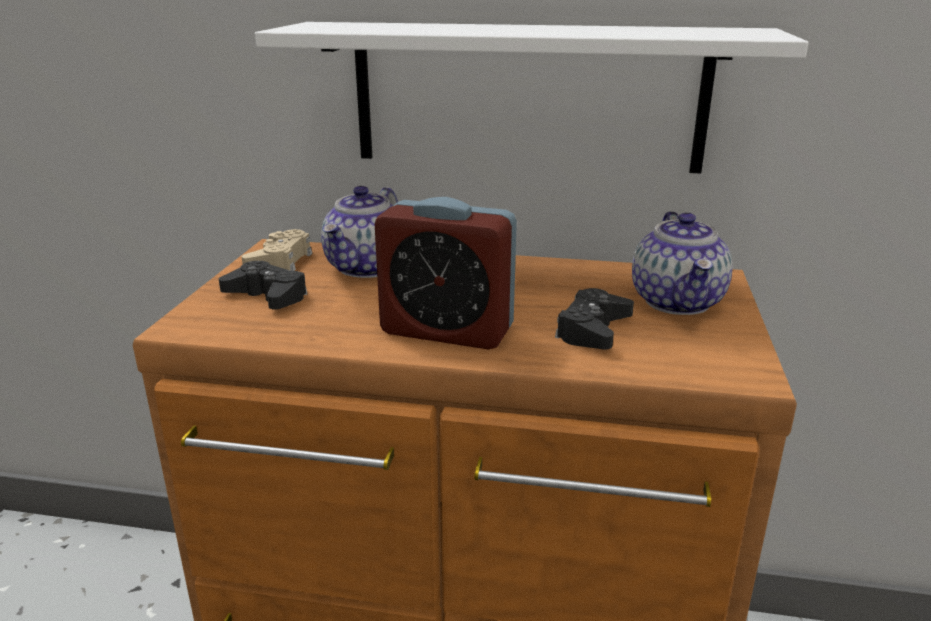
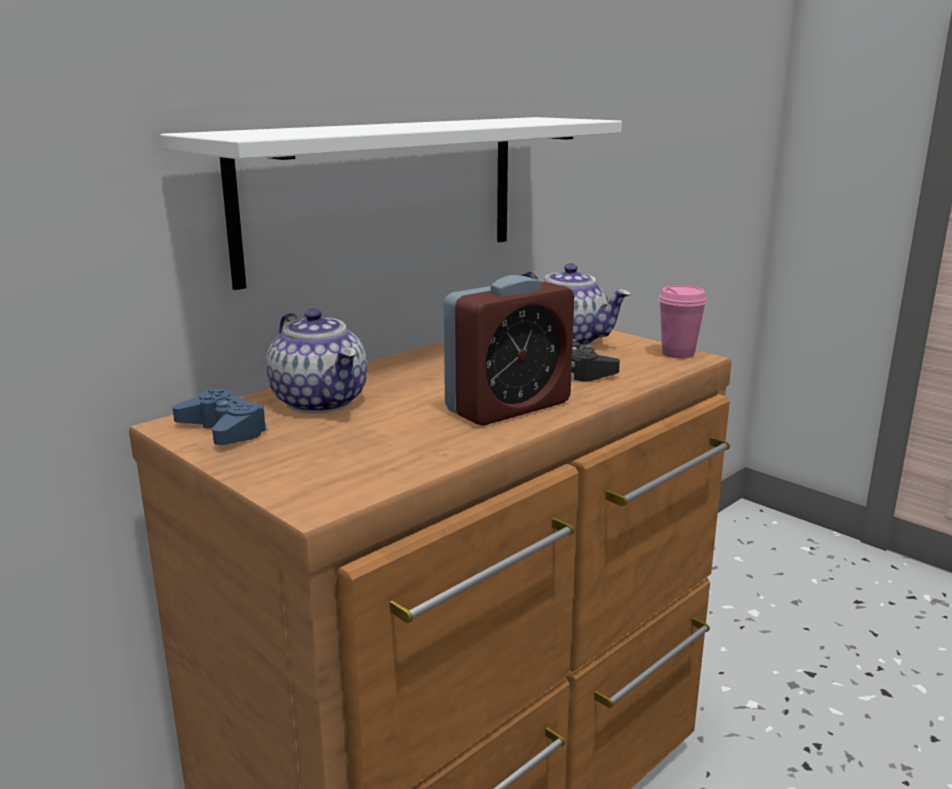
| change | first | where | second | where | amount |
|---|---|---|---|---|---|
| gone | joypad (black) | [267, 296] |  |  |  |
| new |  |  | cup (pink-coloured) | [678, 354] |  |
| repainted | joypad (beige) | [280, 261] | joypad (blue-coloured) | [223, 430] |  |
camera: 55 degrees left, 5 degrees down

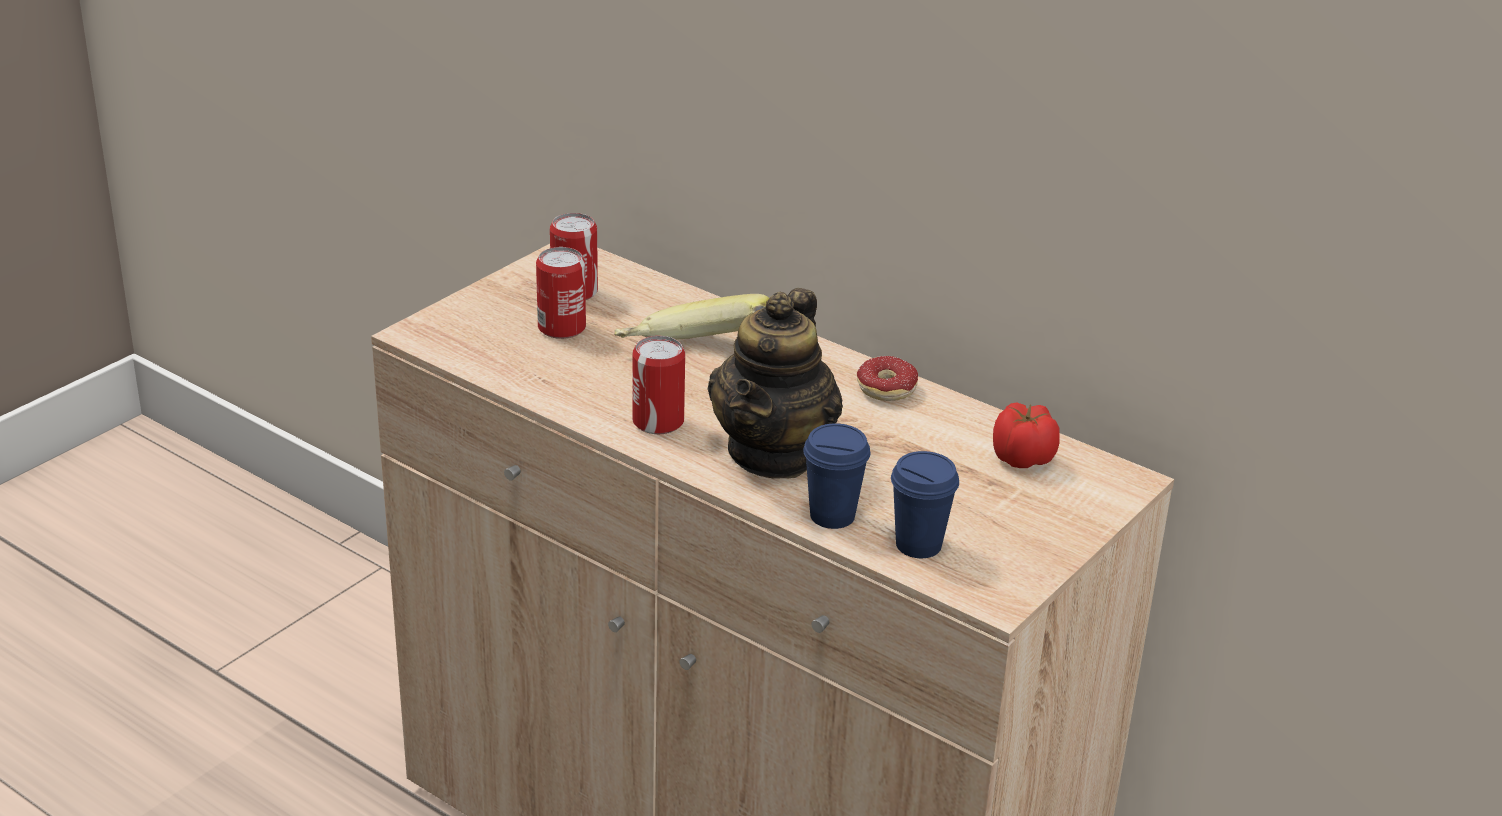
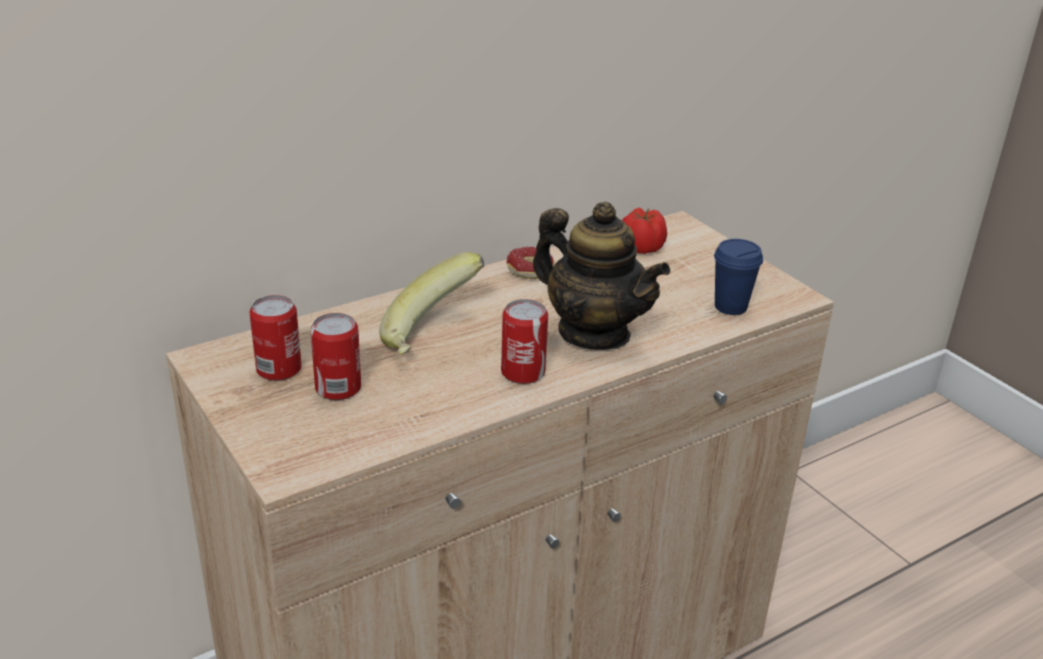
| change | first | where | second | where | amount |
|---|---|---|---|---|---|
| gone | cup (blue-coloured) | [832, 516] |  |  |  |
camera: 70 degrees left, 0 degrees up

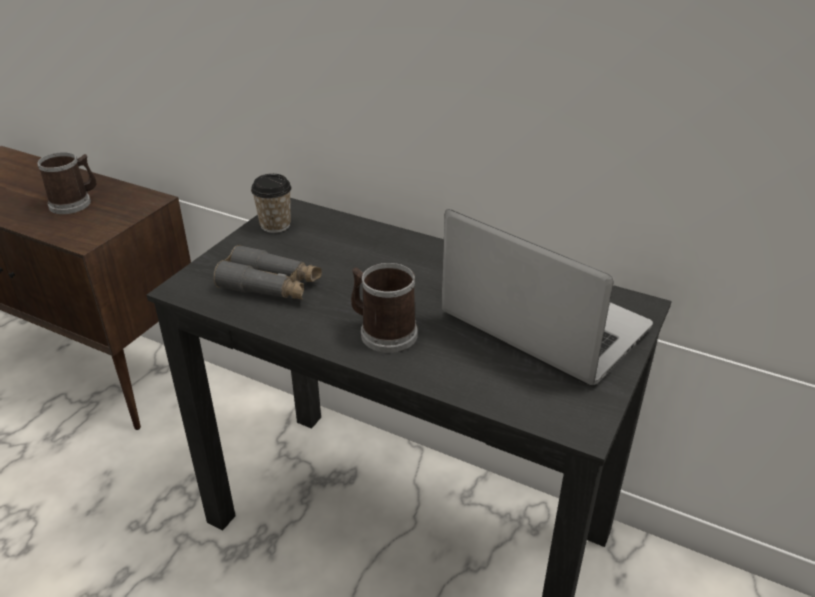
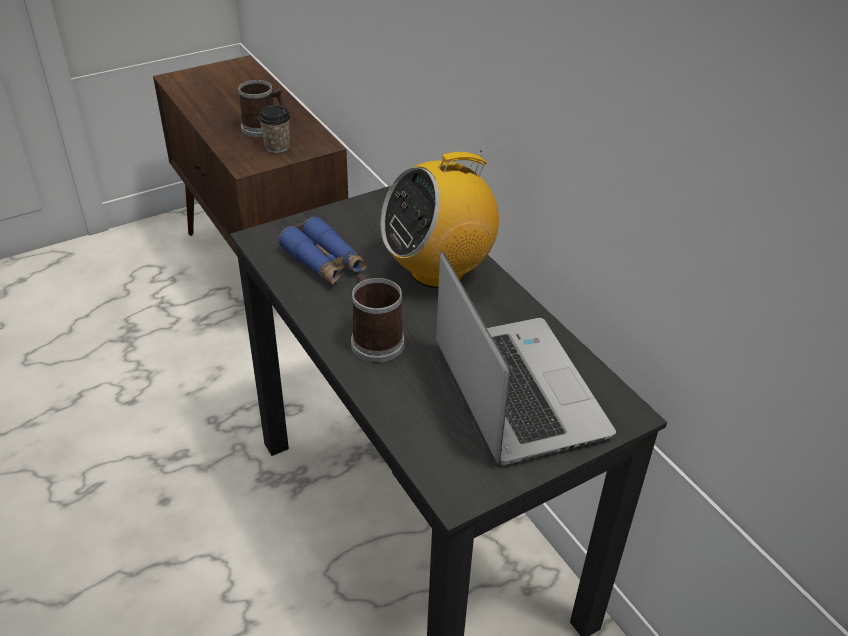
| change | first | where | second | where | amount |
|---|---|---|---|---|---|
| new |  |  | radio receiver | [438, 270] |  |
| shifted | cup | [275, 225] |  | [277, 147] |  |
| repainted | binoculars (grey) | [270, 285] | binoculars (blue-coloured) | [324, 262] |  |
camera: 30 degrees right, 5 degrees up

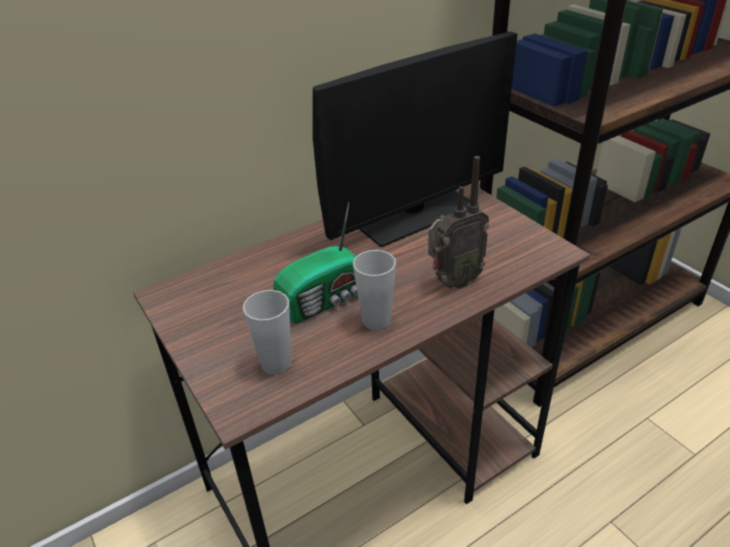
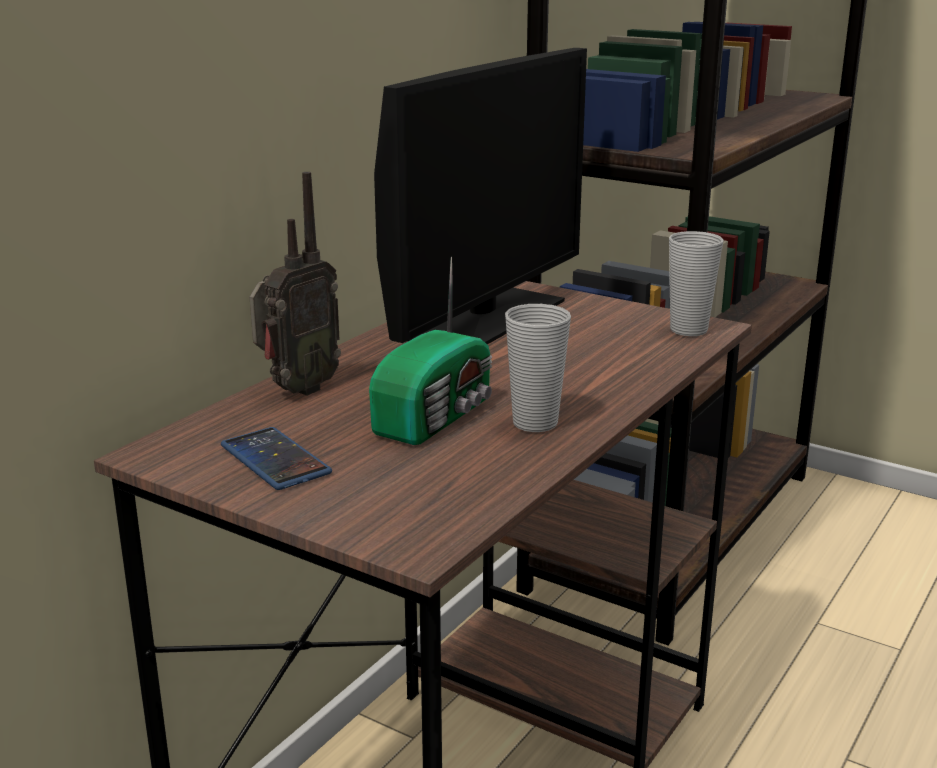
| change | first | where | second | where | amount |
|---|---|---|---|---|---|
| new |  |  | phone | [275, 460] |  |
| shifted | cup | [276, 364] |  | [688, 330] |  |
| shifted | radio receiver | [453, 282] |  | [297, 390] |  |
camera: 25 degrees left, 15 degrees down

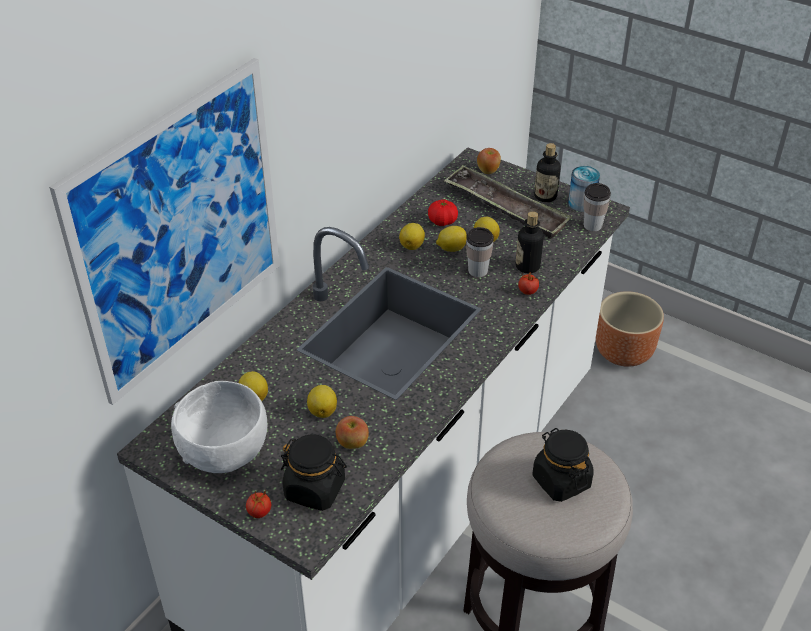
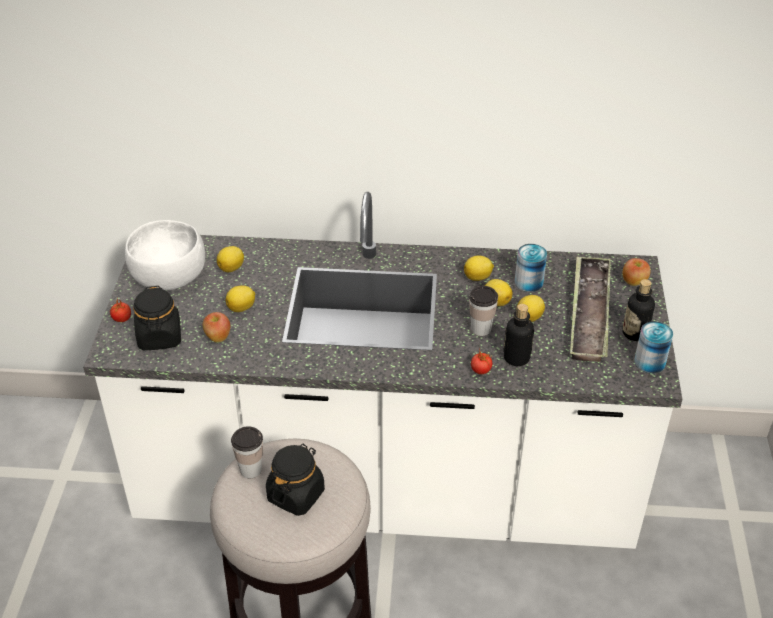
| change | first | where | second | where | amount |
|---|---|---|---|---|---|
| gone | wall art | [180, 231] |  |  |  |
| gone | flower pot (brown) | [624, 353] |  |  |  |
| shifted | cup | [592, 225] |  | [251, 469] |  |
| swapped | fresh tomato | [442, 221] | sealed can | [528, 282] |  |
camera: 60 degrees right, 0 degrees up

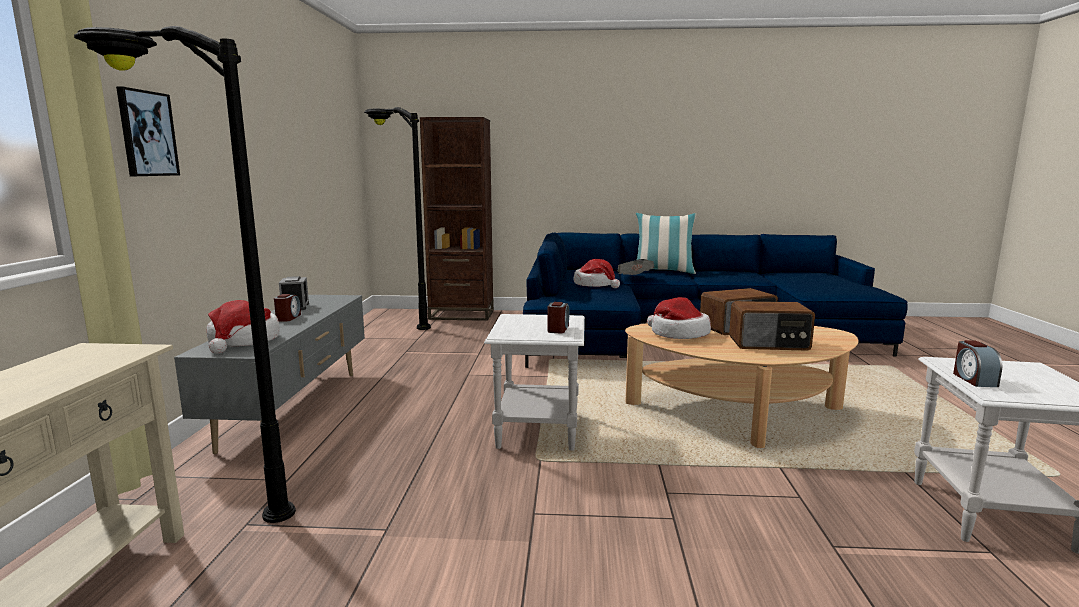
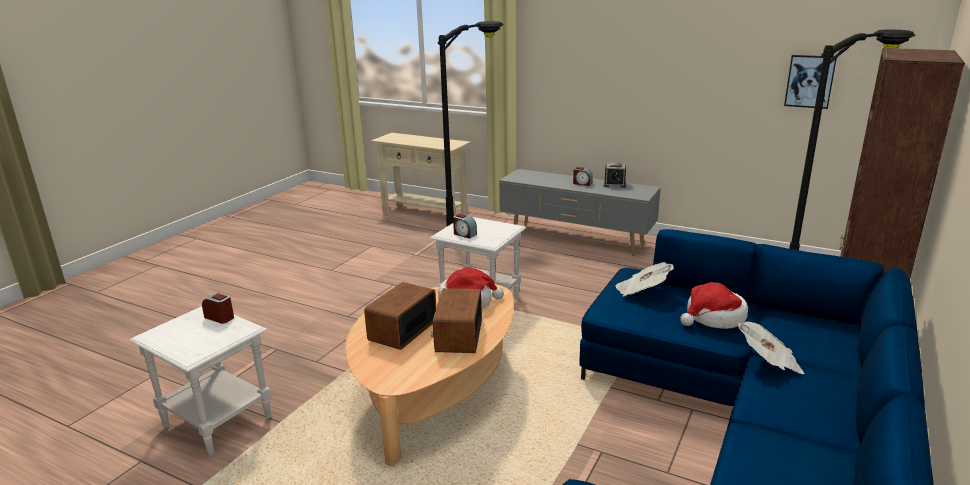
| change | first | where | second | where | amount |
|---|---|---|---|---|---|
| gone | clothing hat | [243, 341] |  |  |  |
| gone | throw pillow | [663, 271] |  |  |  |
| new |  |  | newspaper | [641, 292] |  |
| shifted | wall art | [147, 134] |  | [810, 81] |  |
camera: 115 degrees right, 10 degrees up

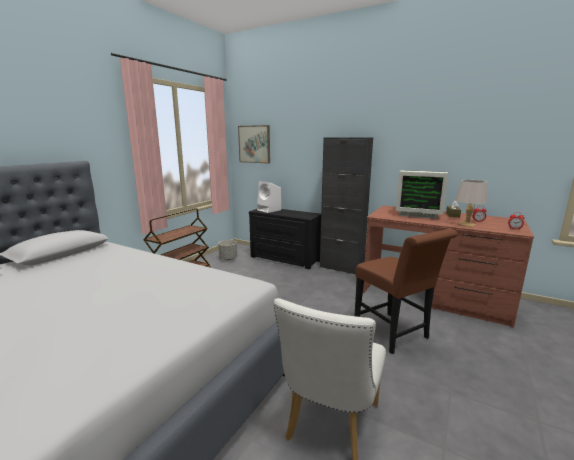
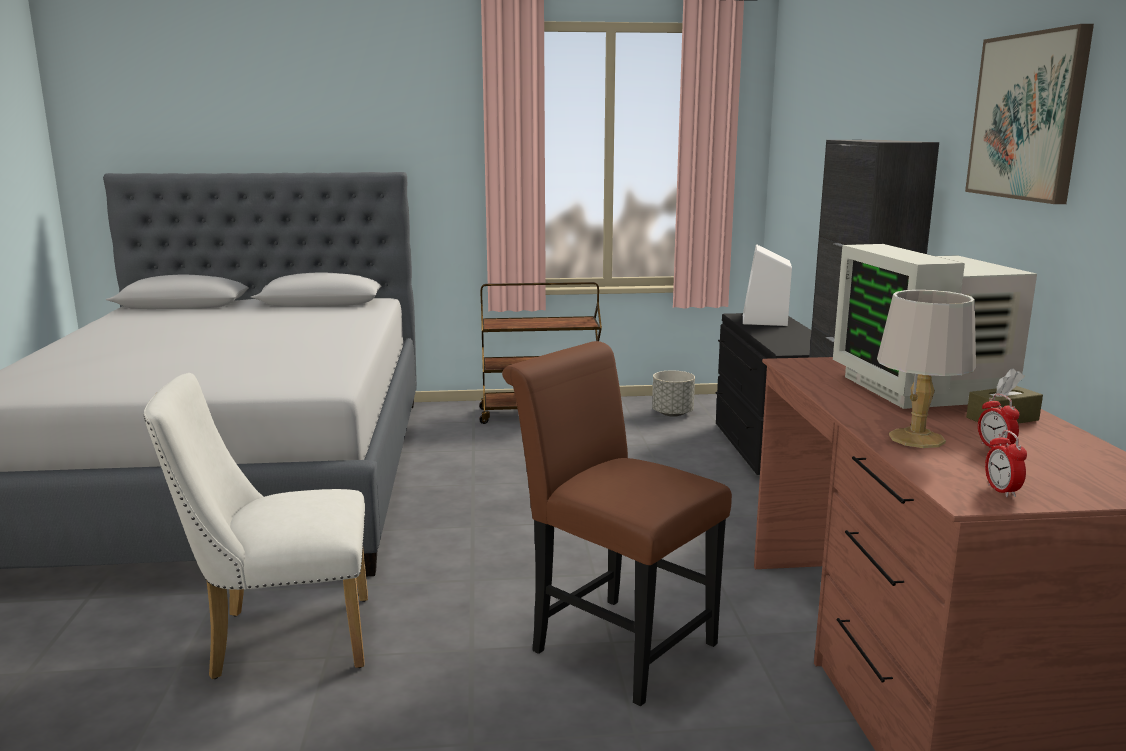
| change | first | where | second | where | amount |
|---|---|---|---|---|---|
| shifted | wall art | [254, 144] |  | [1028, 116] |  |
| rotated | chair (brown) | [394, 335] |  | [613, 642] | 105 degrees clockwise |
camera: 55 degrees right, 0 degrees up

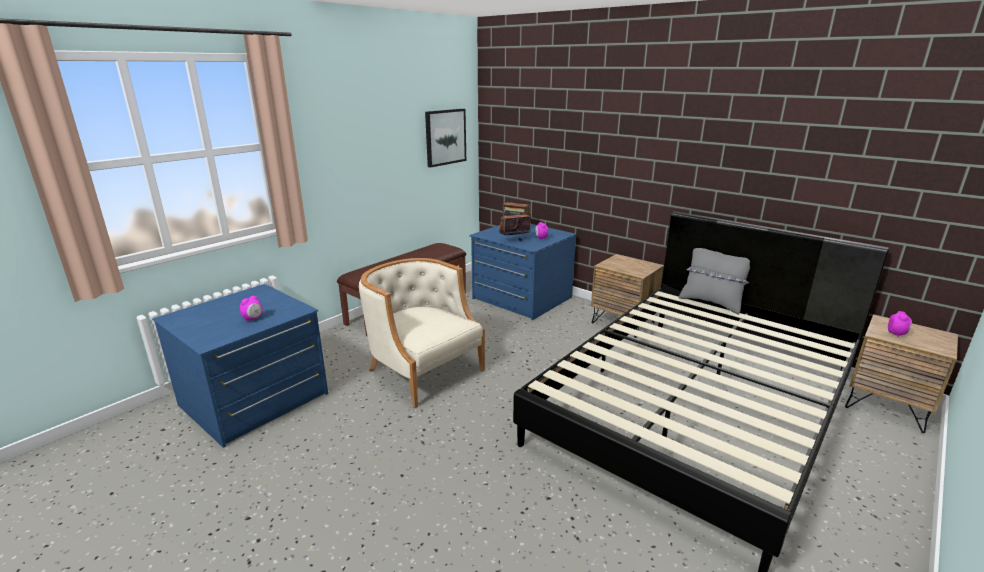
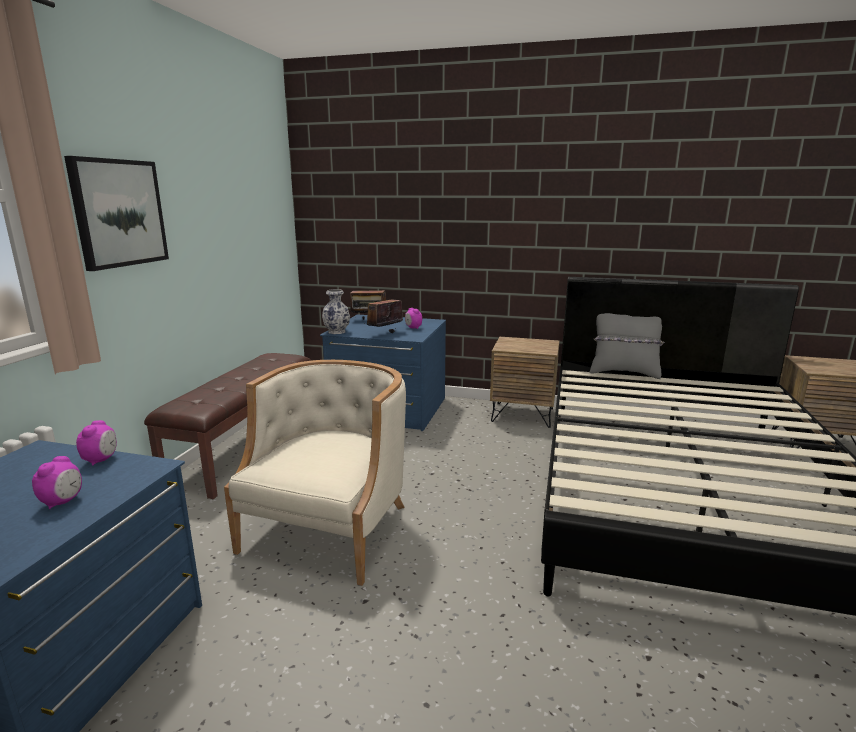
| change | first | where | second | where | amount |
|---|---|---|---|---|---|
| new |  |  | vase | [336, 332] |  |
| shifted | wall art | [445, 137] |  | [119, 213] |  |
| shifted | alarm clock | [896, 334] |  | [101, 460] |  |
| rotated | armchair (beige) | [422, 370] |  | [331, 527] | 90 degrees clockwise |
camera: 25 degrees left, 5 degrees down

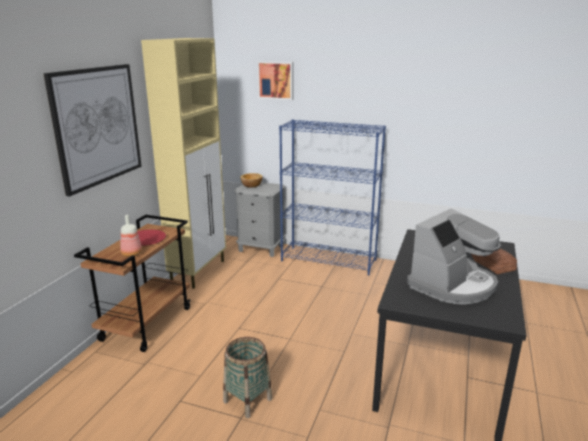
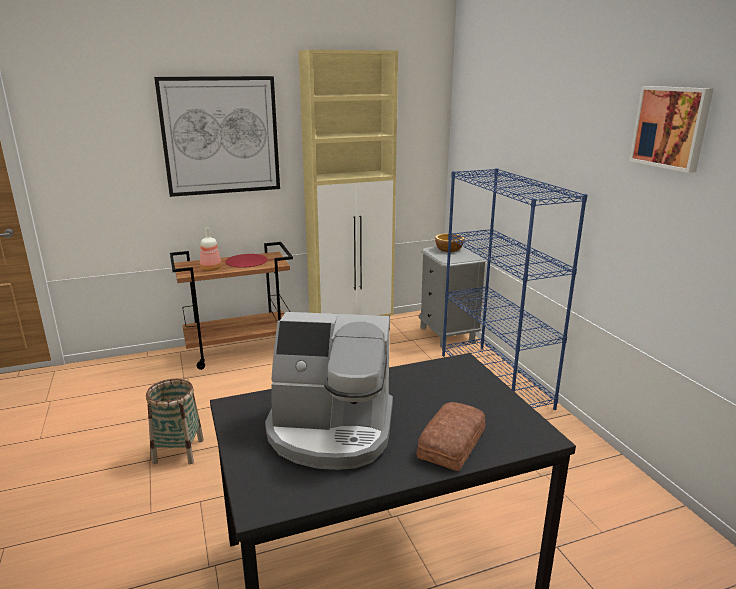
| change | first | where | second | where | amount |
|---|---|---|---|---|---|
| shifted | wall art | [276, 80] |  | [671, 127] |  |
camera: 50 degrees right, 0 degrees up

